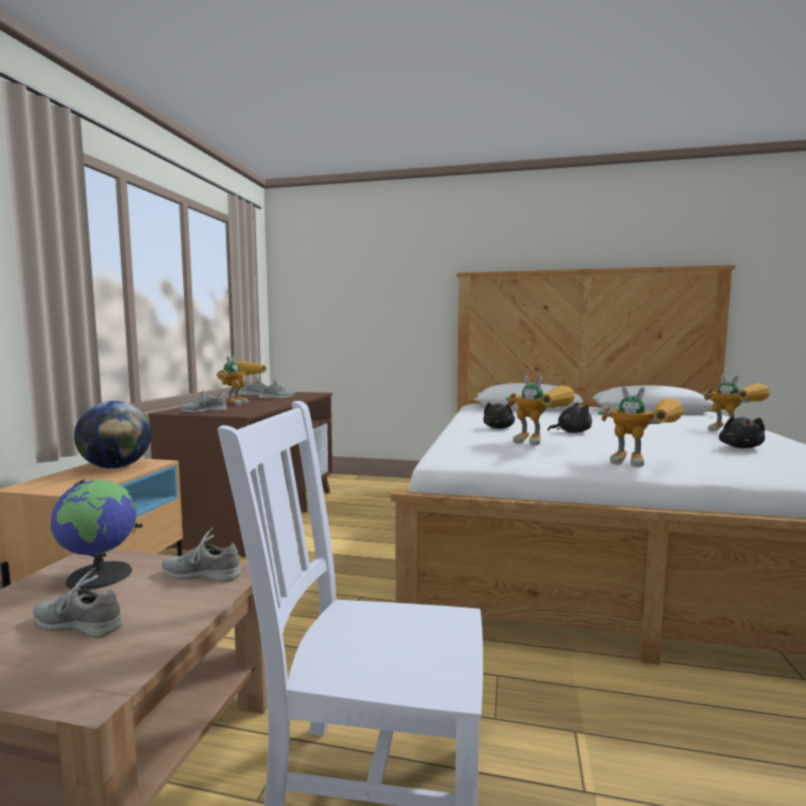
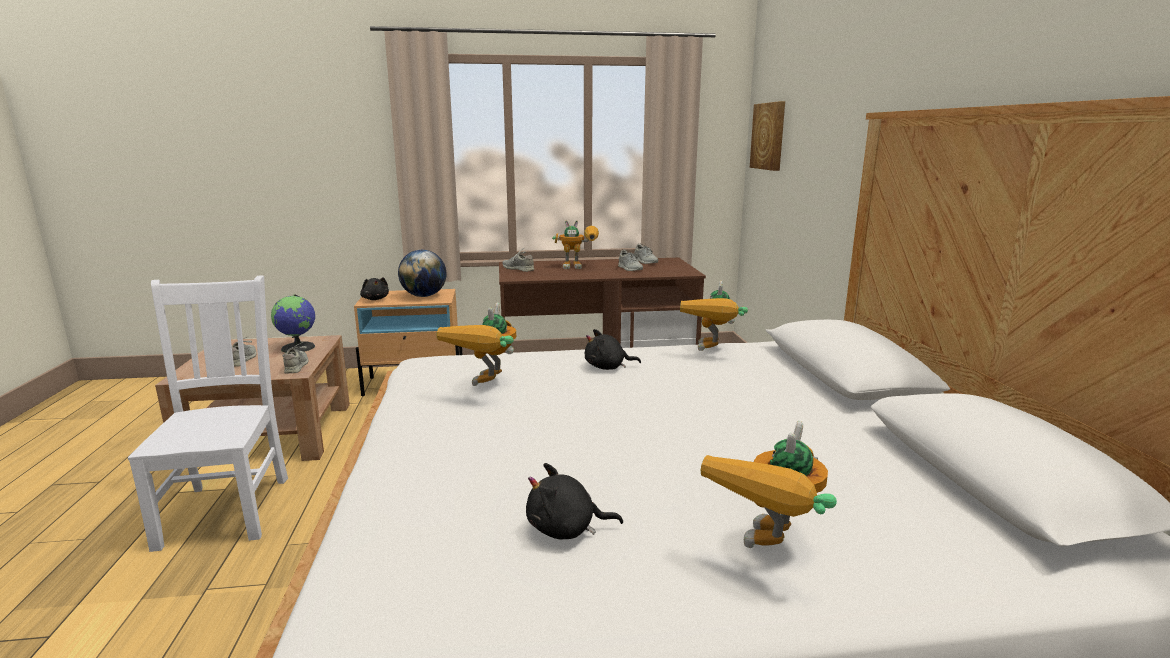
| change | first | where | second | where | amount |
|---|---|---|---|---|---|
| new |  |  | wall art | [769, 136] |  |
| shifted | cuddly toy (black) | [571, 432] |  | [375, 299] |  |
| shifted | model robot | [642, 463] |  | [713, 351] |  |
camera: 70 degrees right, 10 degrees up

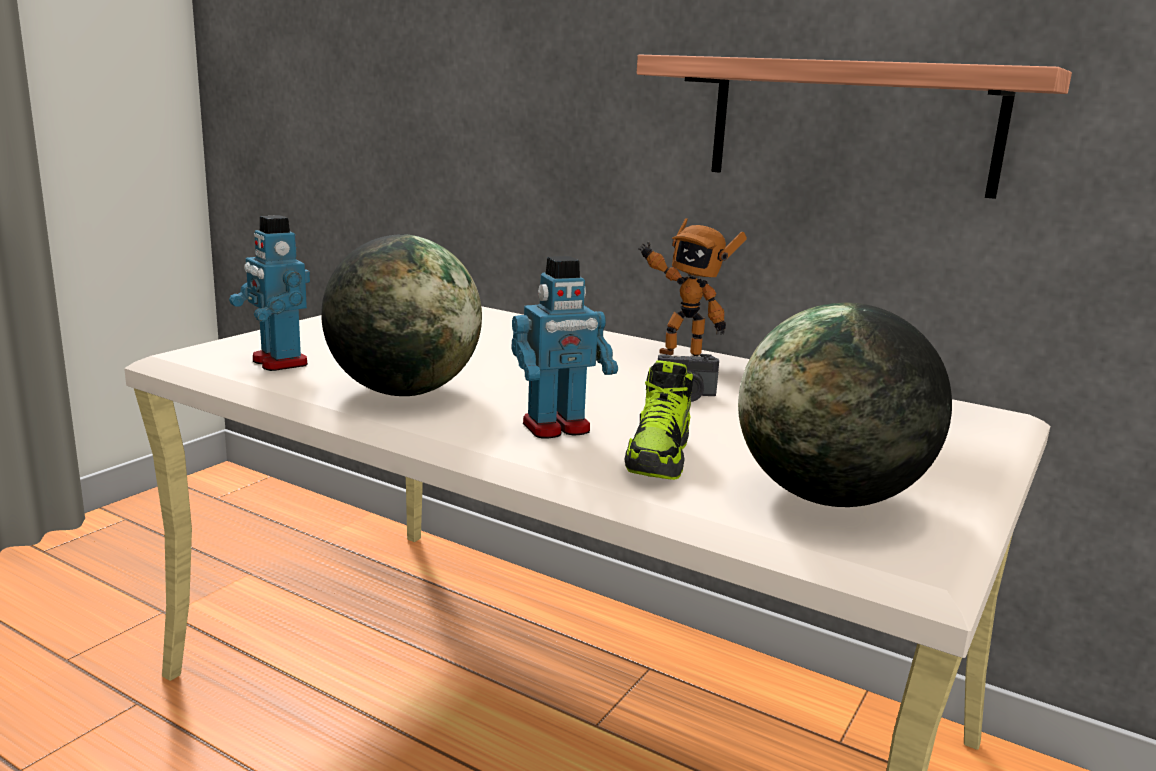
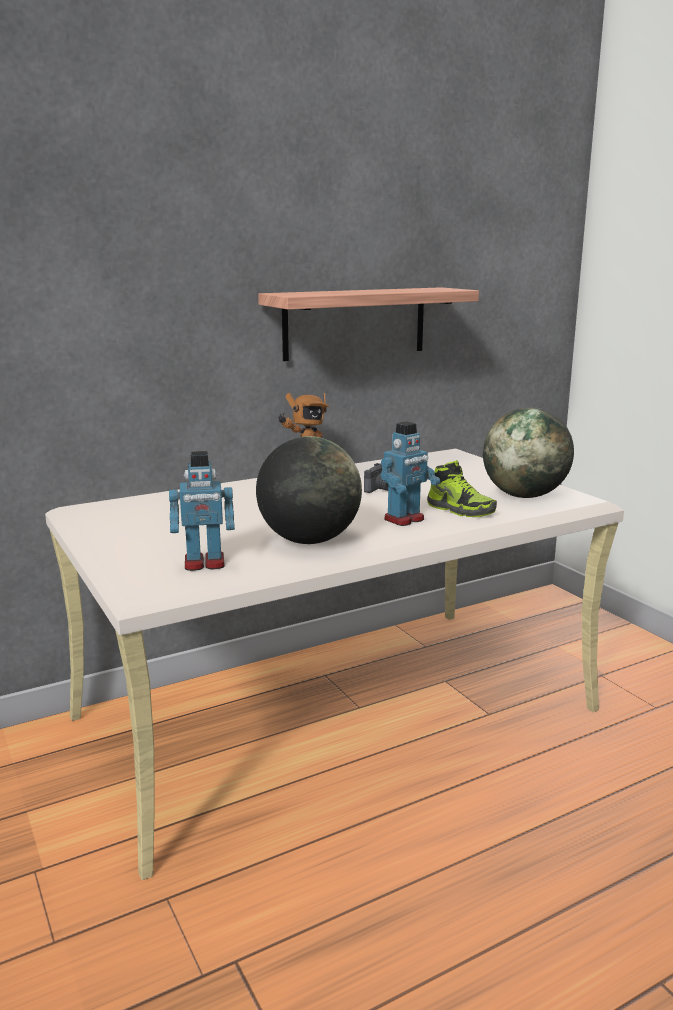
| change | first | where | second | where | amount |
|---|---|---|---|---|---|
| rotated | model robot | [557, 428] |  | [405, 519] | 45 degrees clockwise |
camera: 60 degrees left, 0 degrees up

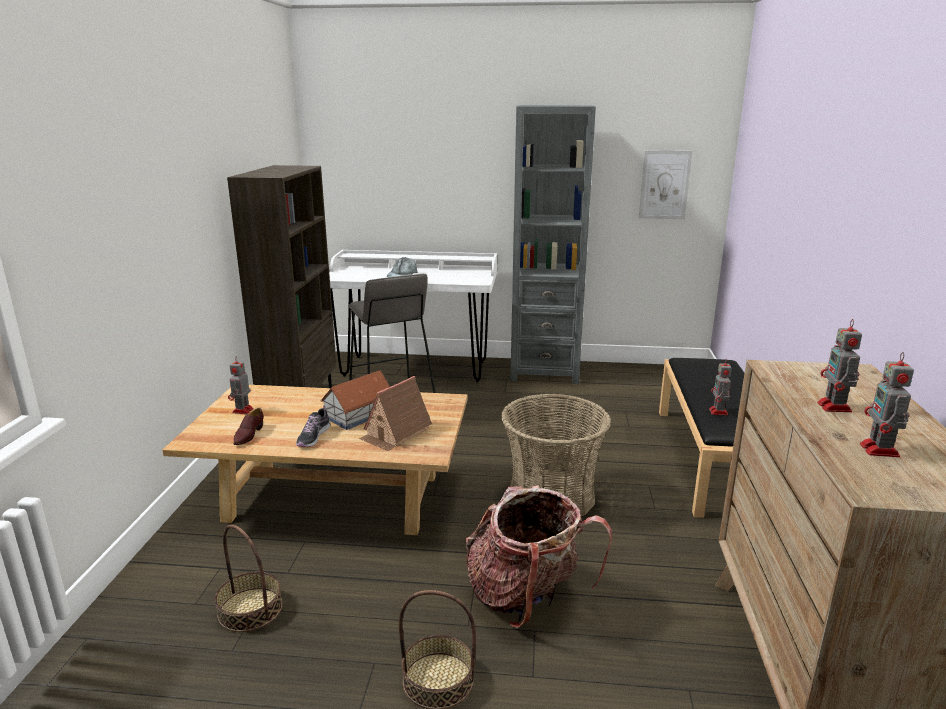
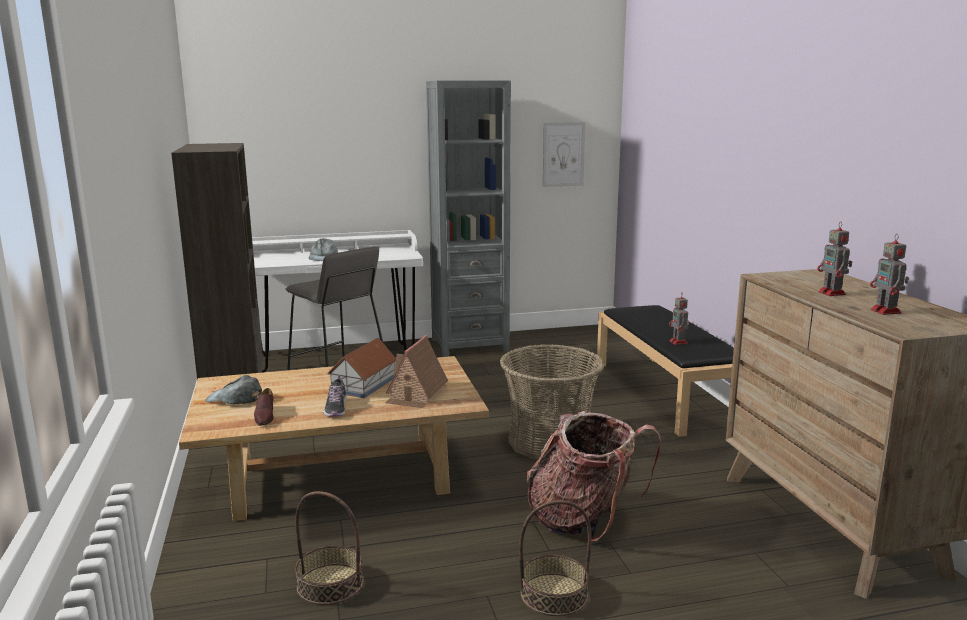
| change | first | where | second | where | amount |
|---|---|---|---|---|---|
| swapped | model robot | [242, 411] | baseball cap (grey) | [235, 398] |  |
camera: 20 degrees left, 5 degrees down

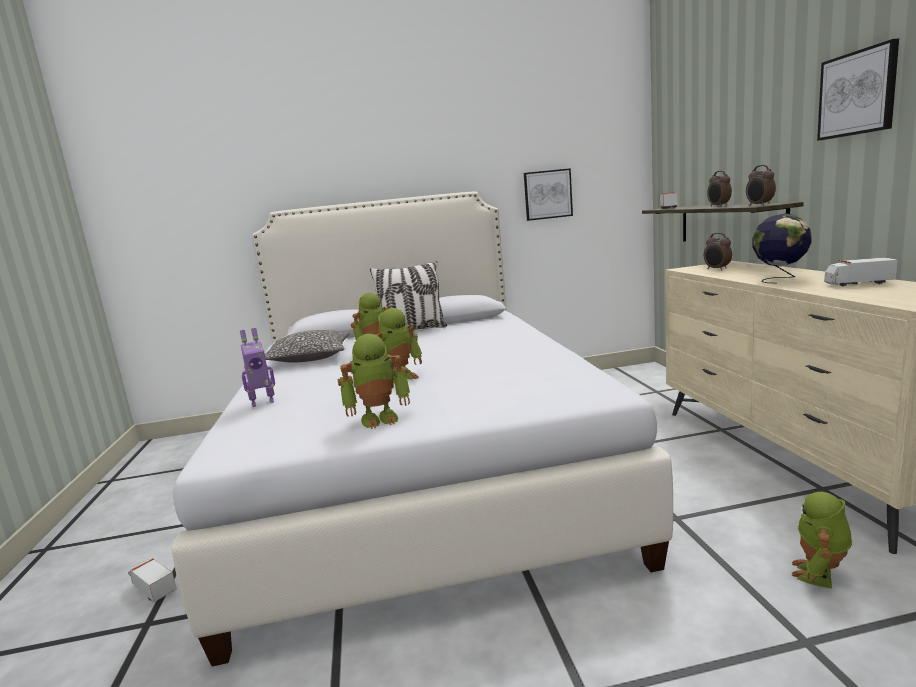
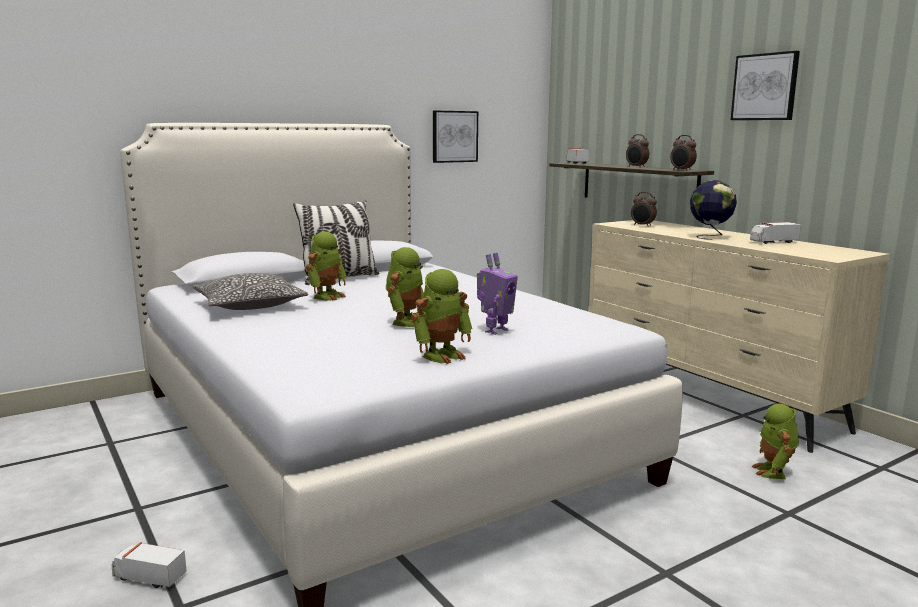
| change | first | where | second | where | amount |
|---|---|---|---|---|---|
| shifted | model robot | [262, 402] |  | [495, 331] |  |
camera: 25 degrees left, 0 degrees up

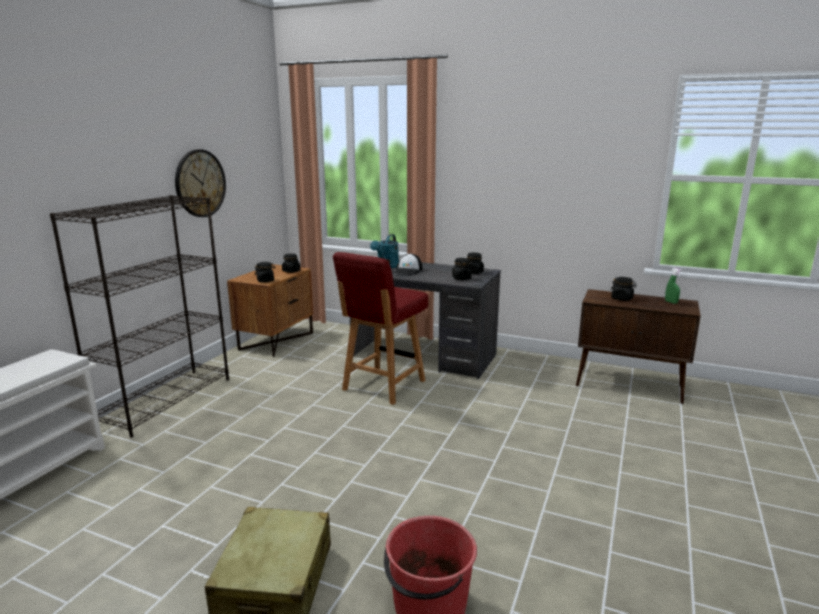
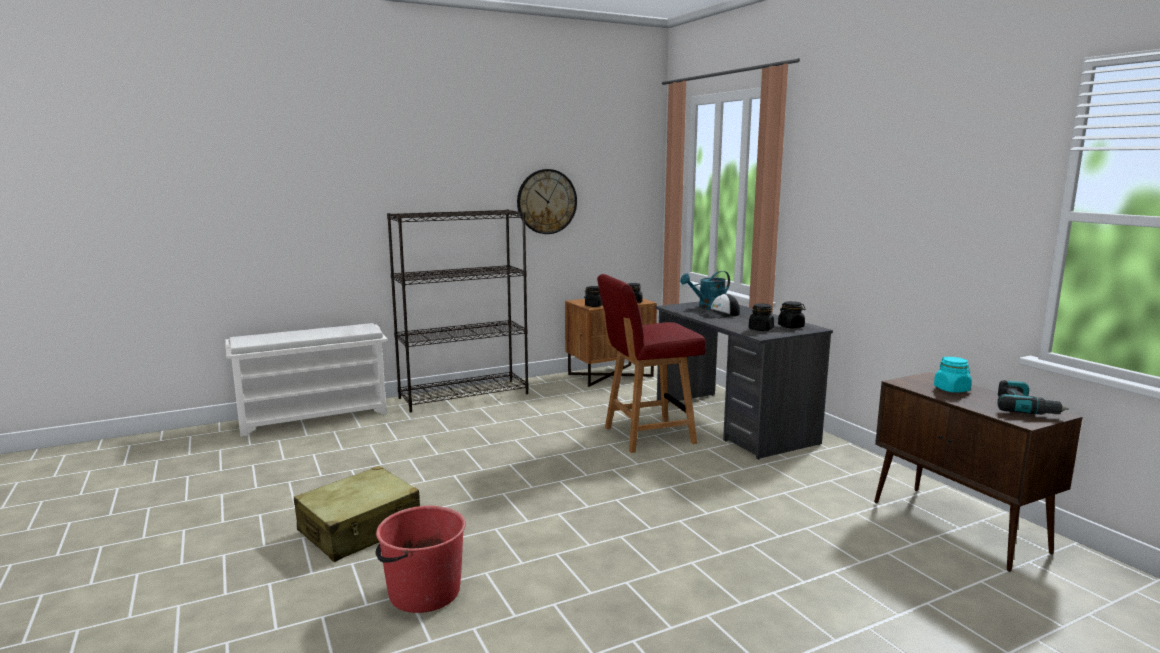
| change | first | where | second | where | amount |
|---|---|---|---|---|---|
| swapped | spray bottle (green) | [671, 302] | drill | [1024, 408] |  |
| repainted | preserve jar (black) | [622, 299] | preserve jar (turquoise) | [951, 389] |  |
camera: 40 degrees right, 5 degrees down

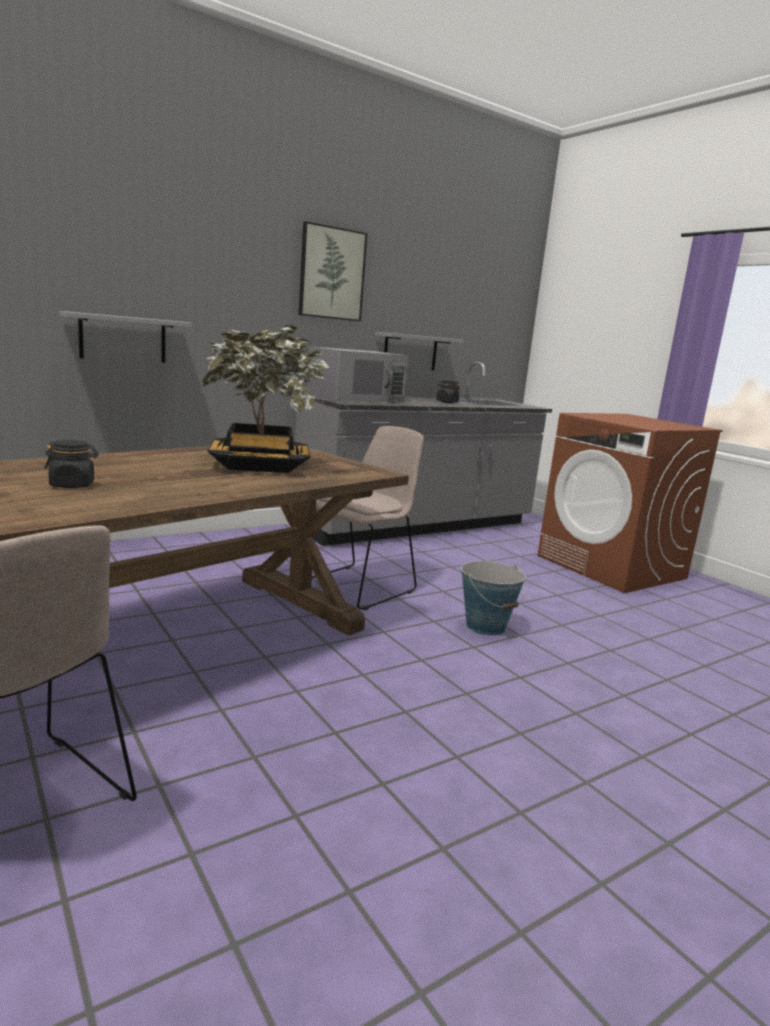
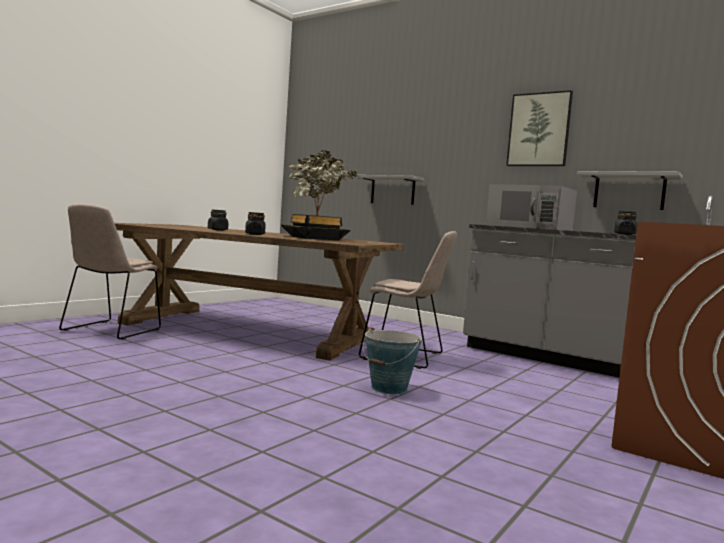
| change | first | where | second | where | amount |
|---|---|---|---|---|---|
| new |  |  | preserve jar (black) | [255, 234] |  |
camera: 70 degrees right, 10 degrees down

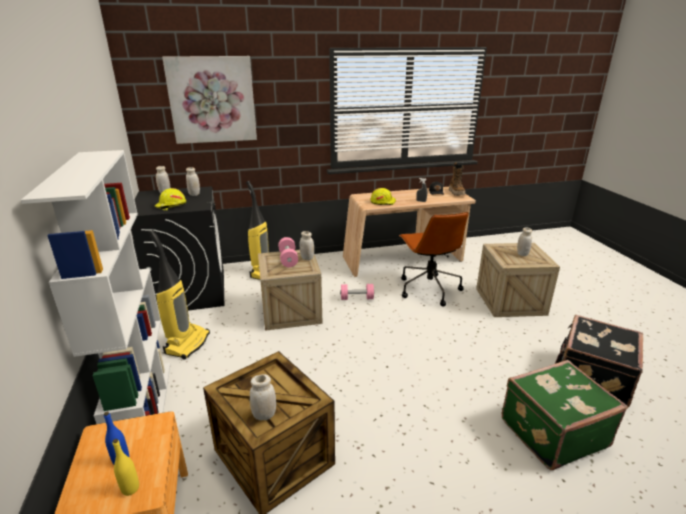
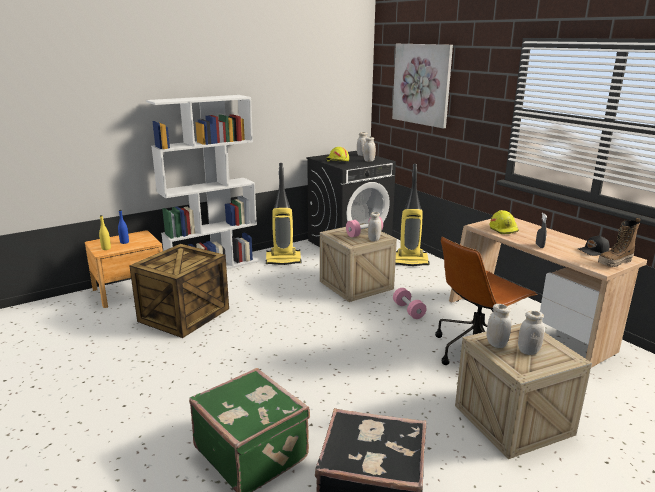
| change | first | where | second | where | amount |
|---|---|---|---|---|---|
| shifted | preserve jar (white-coloured) | [264, 415] |  | [496, 344] |  |
camera: 70 degrees right, 5 degrees down

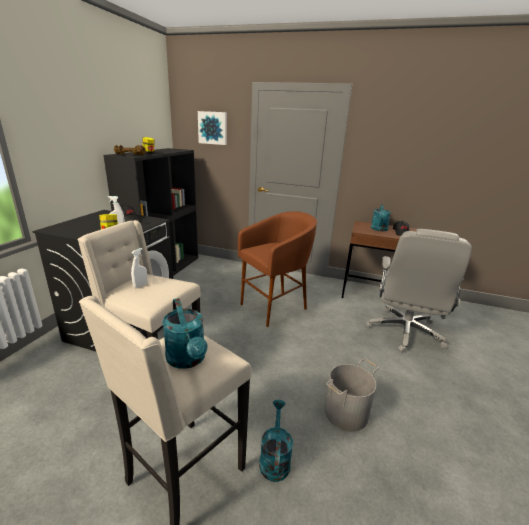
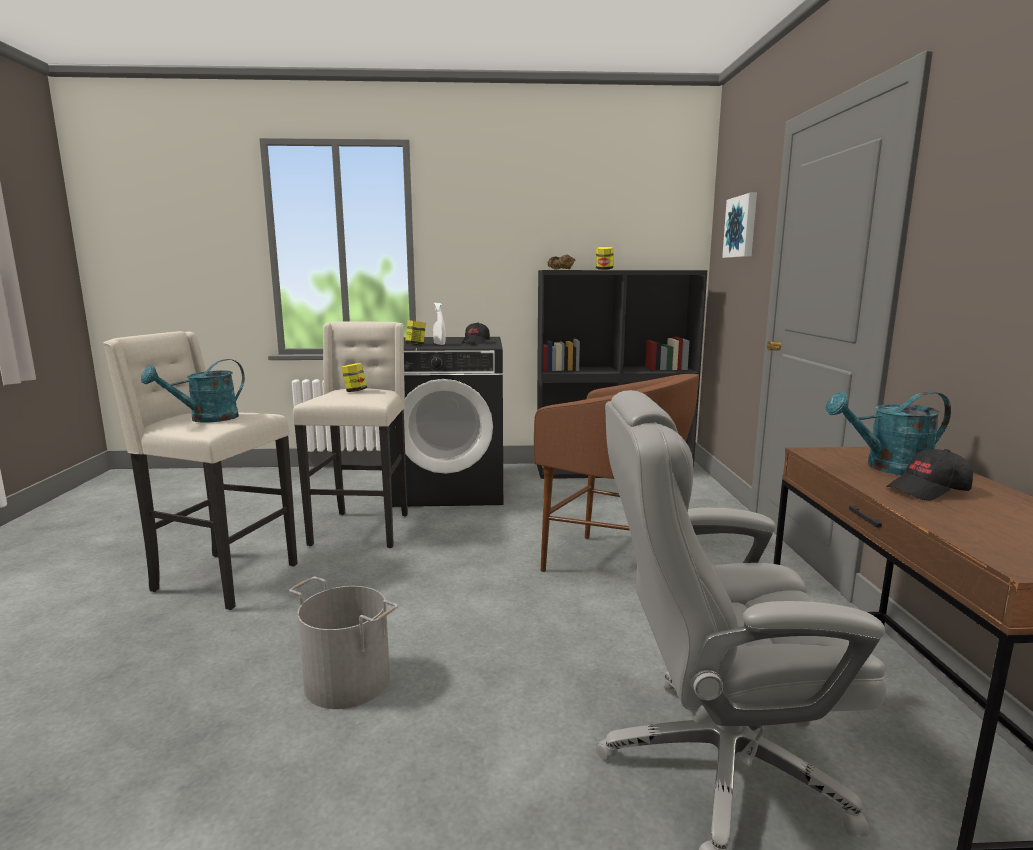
| change | first | where | second | where | amount |
|---|---|---|---|---|---|
| gone | watering can (turquoise) | [274, 458] |  |  |  |
| swapped | spray bottle (white-coloured) | [140, 285] | preserve jar | [355, 391] |  |
camera: 70 degrees right, 10 degrees down

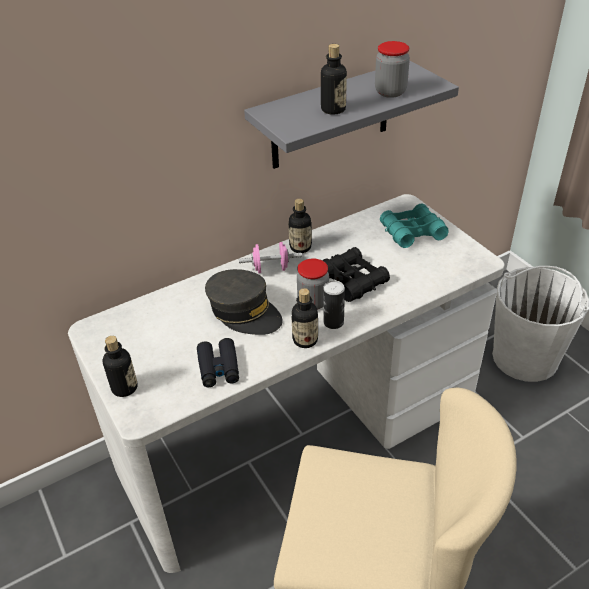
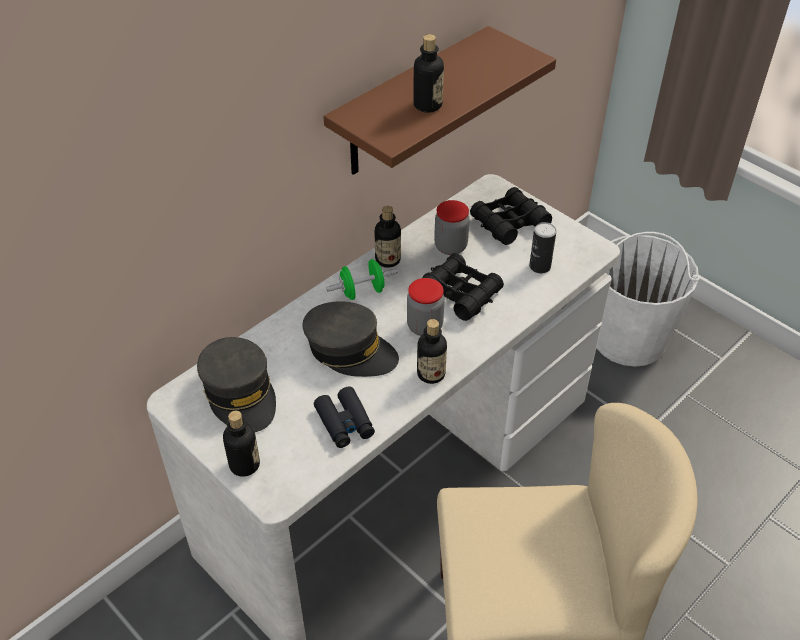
| change | first | where | second | where | amount |
|---|---|---|---|---|---|
| new |  |  | baseball cap (grey) | [240, 393] |  |
| shifted | sealed can | [333, 322] |  | [540, 266] |  |
| shifted | preserve jar | [390, 92] |  | [450, 247] |  |
| repainted | free weight (pink-coloured) | [271, 268] | free weight (green) | [362, 291] |  |
| repainted | wall shelf (grey) | [330, 116] | wall shelf (brown) | [410, 104] |  |
| repainted | binoculars (turquoise) | [412, 232] | binoculars (black) | [509, 223] |  |
camera: 15 degrees left, 5 degrees up

